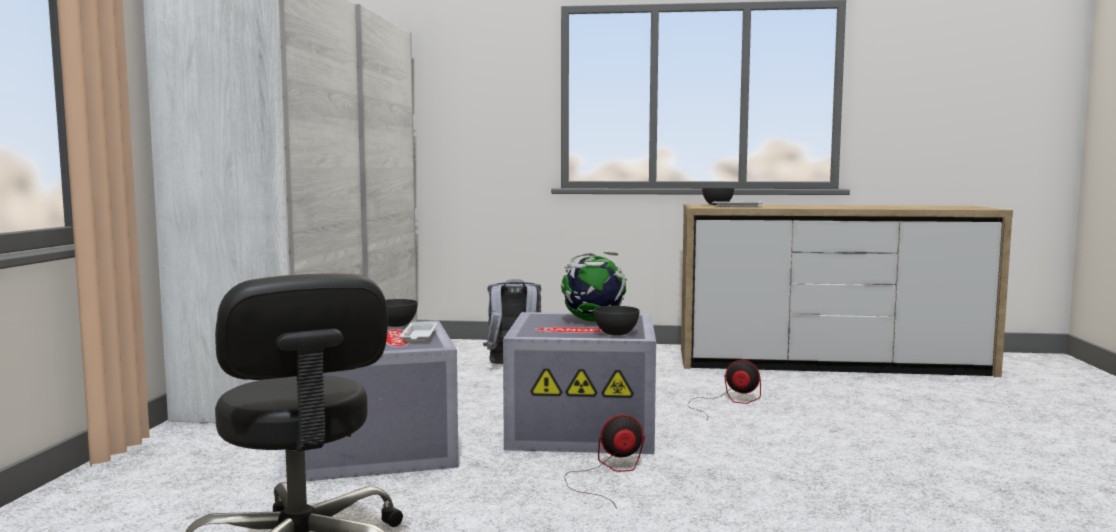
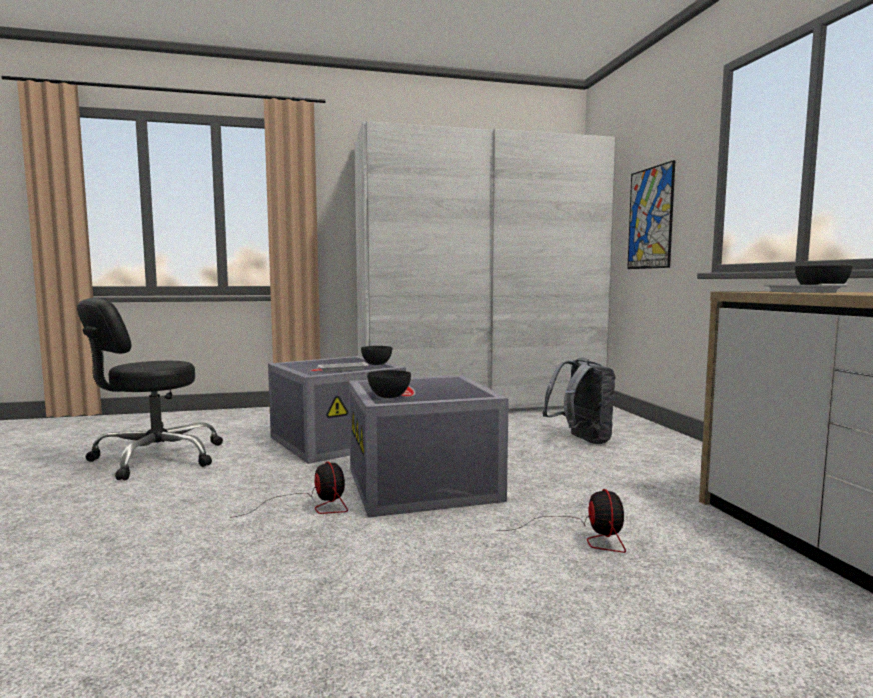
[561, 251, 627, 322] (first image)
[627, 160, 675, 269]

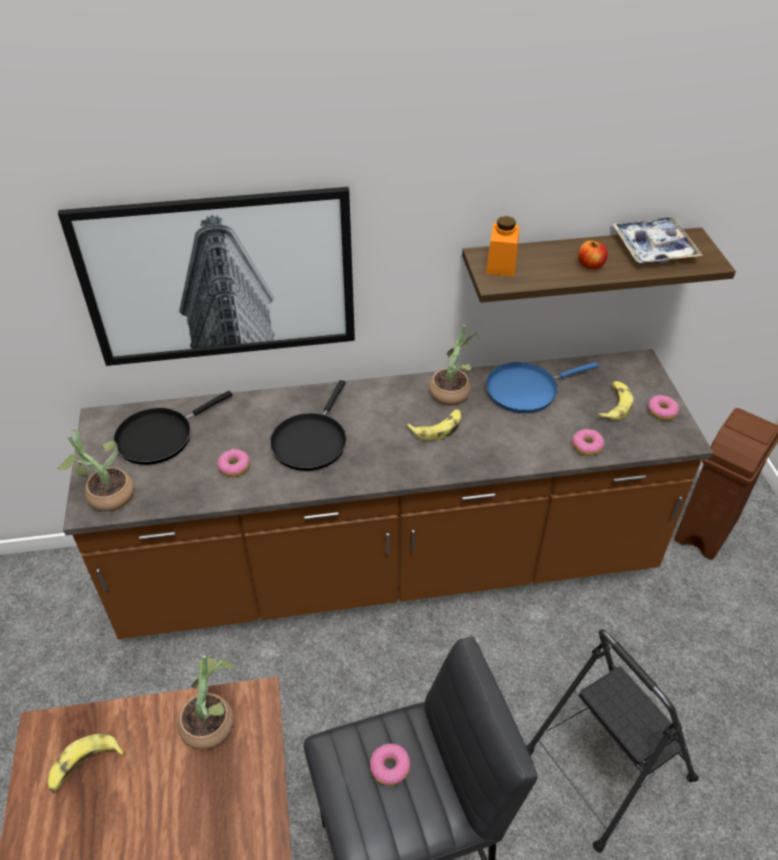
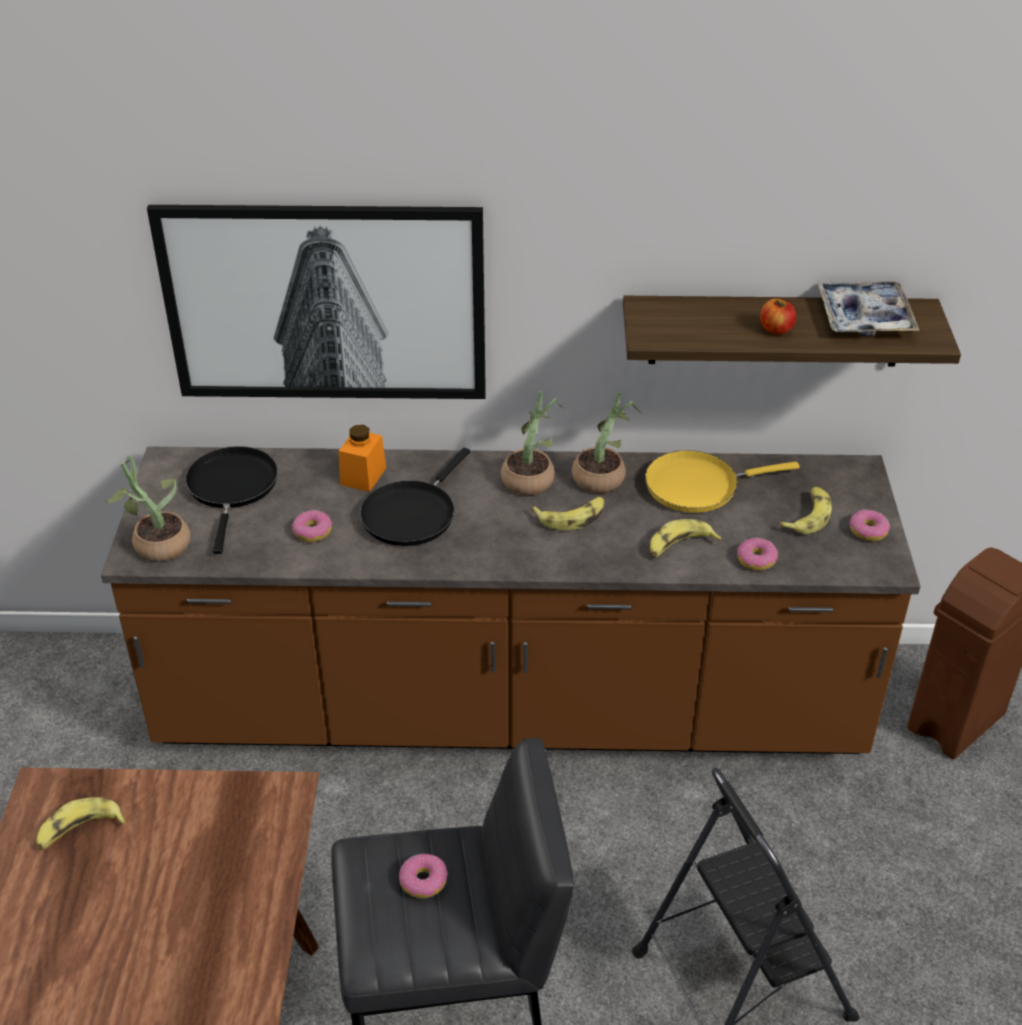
[185, 446, 278, 554]
[501, 391, 565, 495]
[339, 425, 386, 492]
[645, 450, 800, 513]
[650, 519, 722, 558]

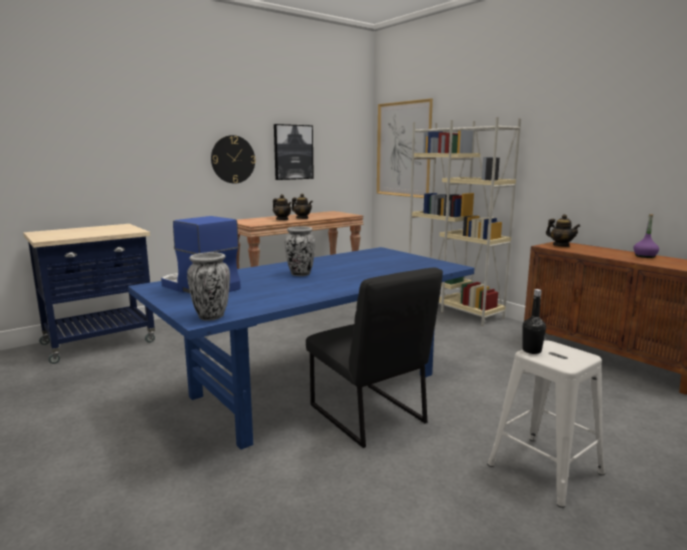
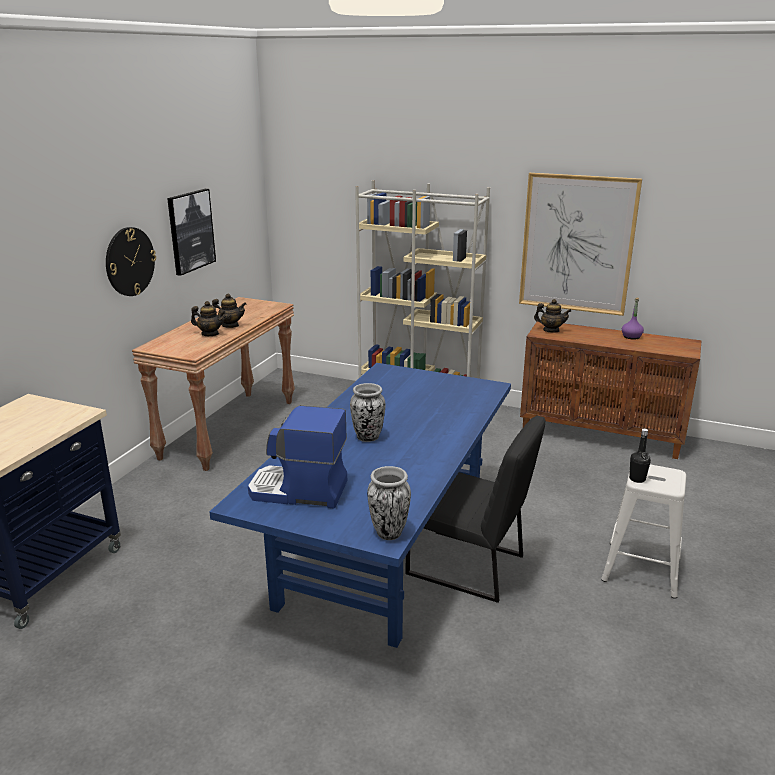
[519, 173, 642, 316]

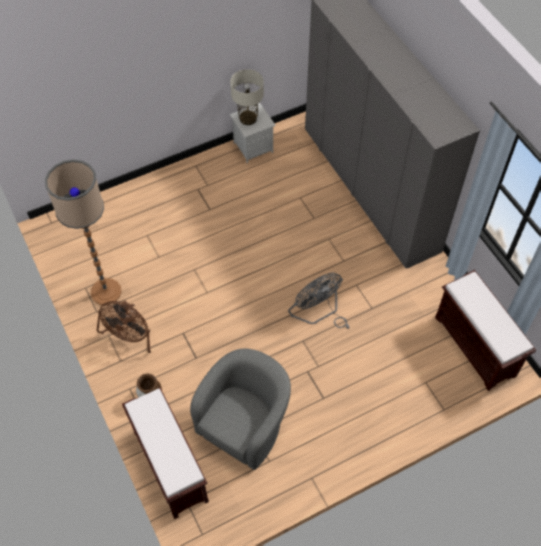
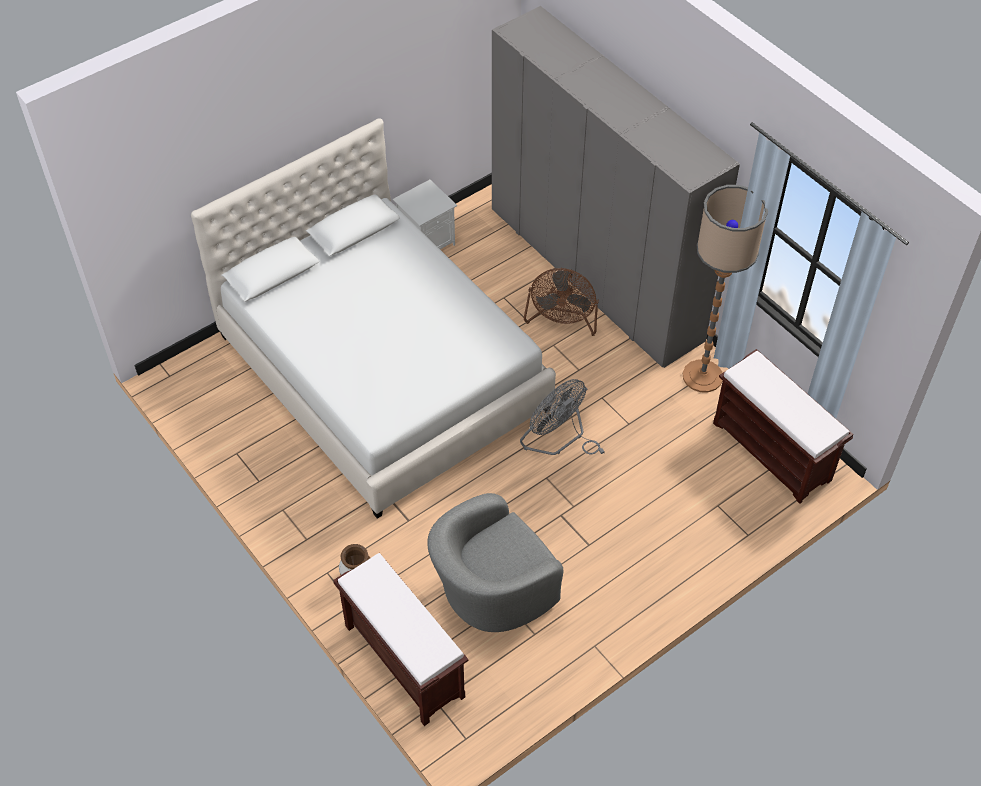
[683, 185, 768, 392]
[524, 268, 599, 336]
[427, 493, 563, 632]
[230, 69, 264, 125] (first image)
[191, 118, 556, 519]

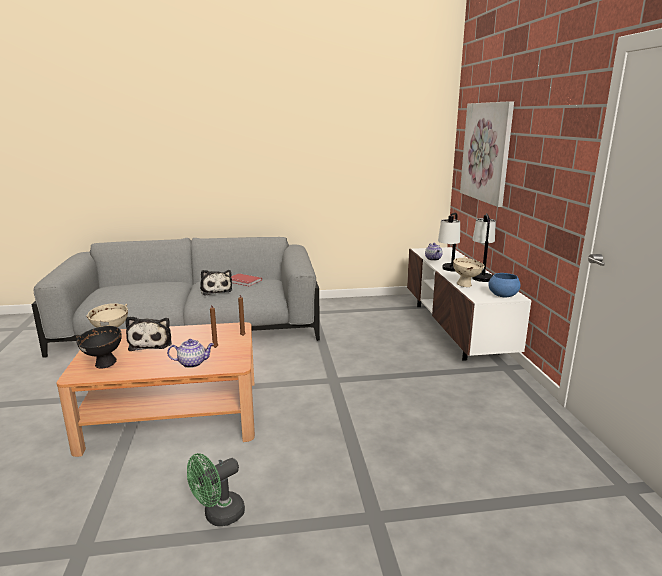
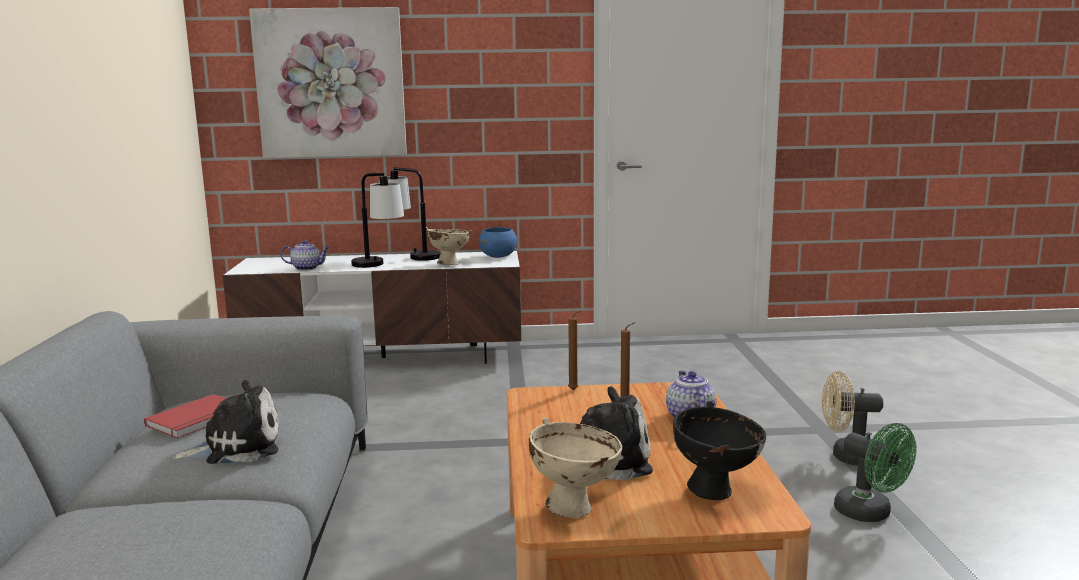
[822, 371, 883, 466]

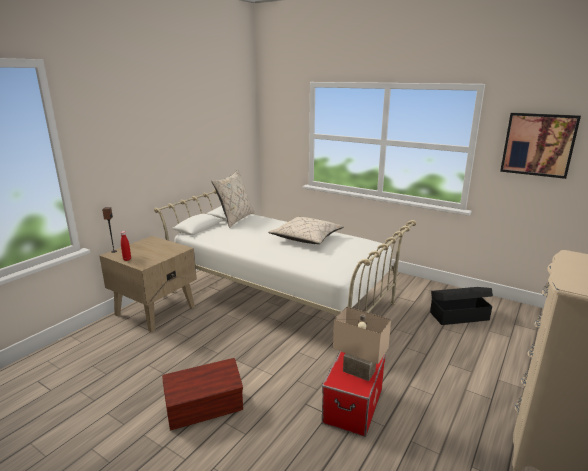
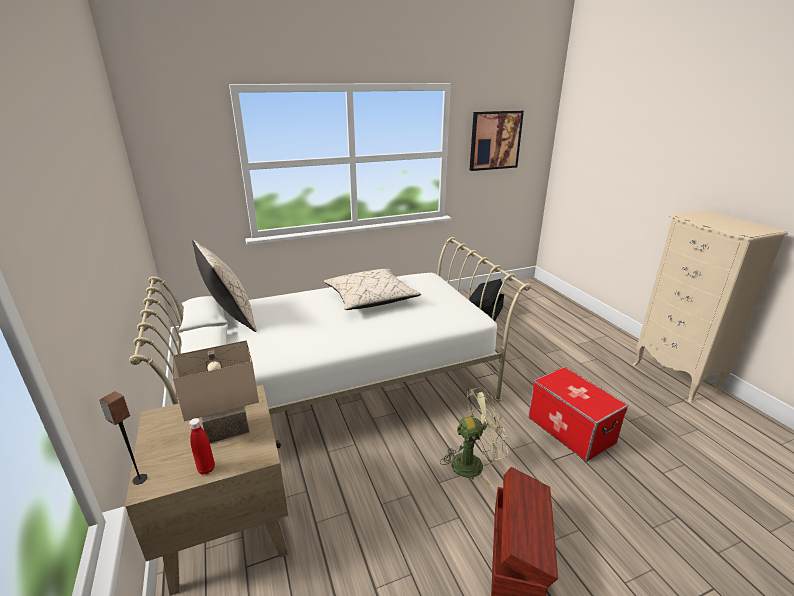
[173, 340, 259, 443]
[440, 387, 508, 486]

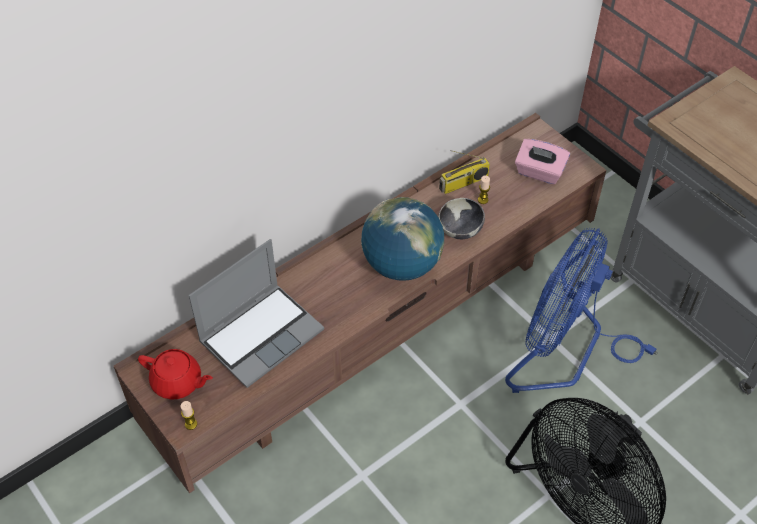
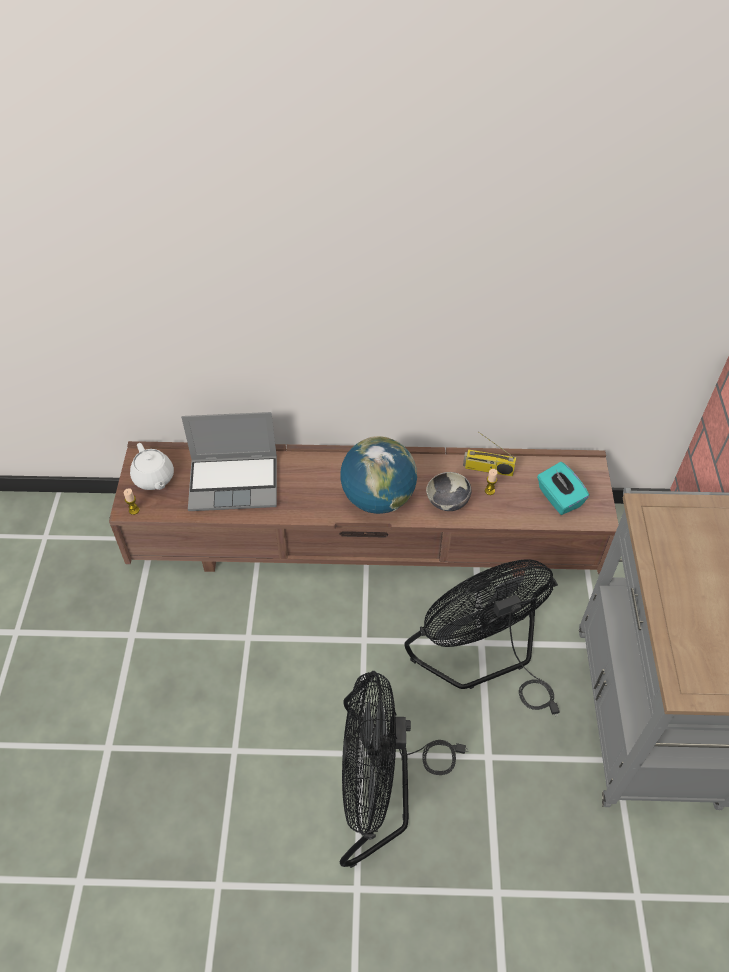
[130, 443, 174, 490]
[404, 559, 560, 716]
[537, 462, 589, 515]

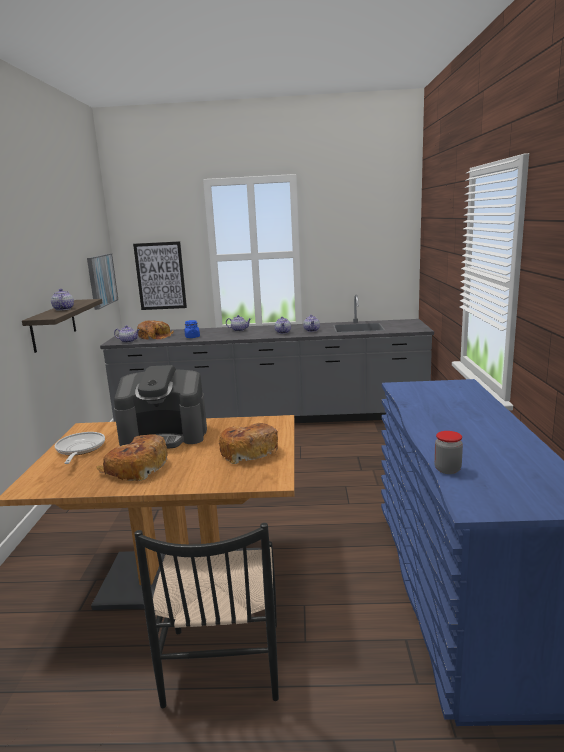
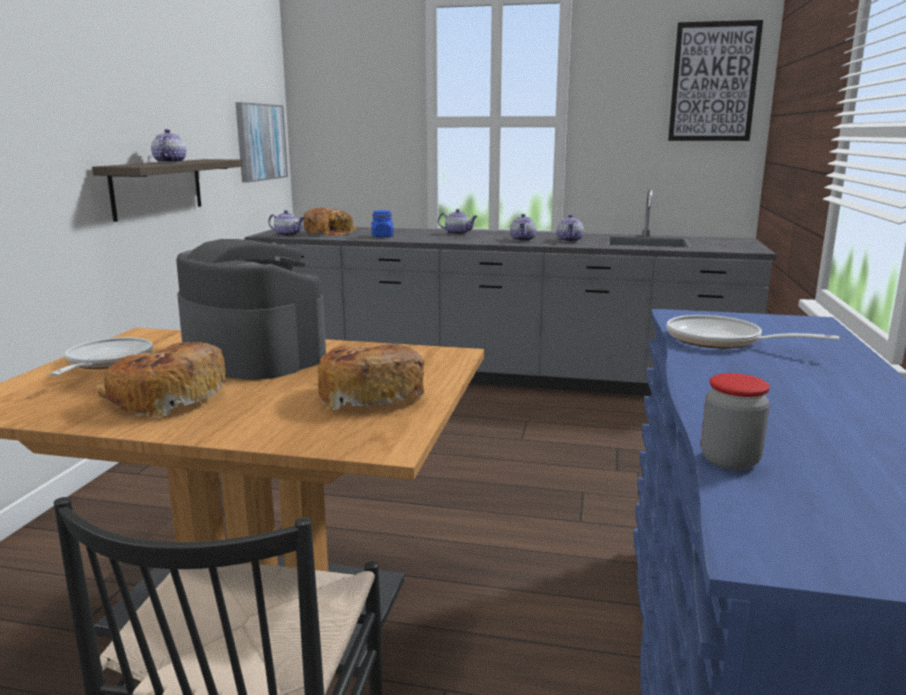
[176, 239, 326, 380]
[668, 20, 763, 141]
[666, 315, 839, 349]

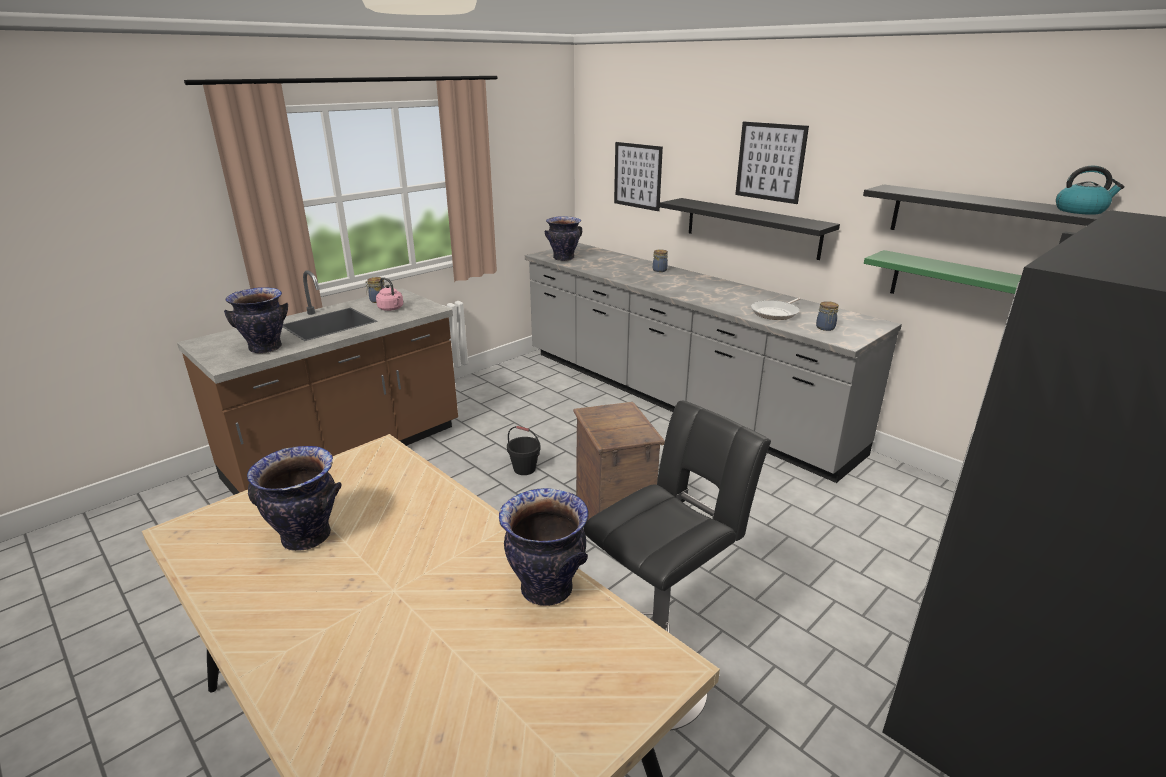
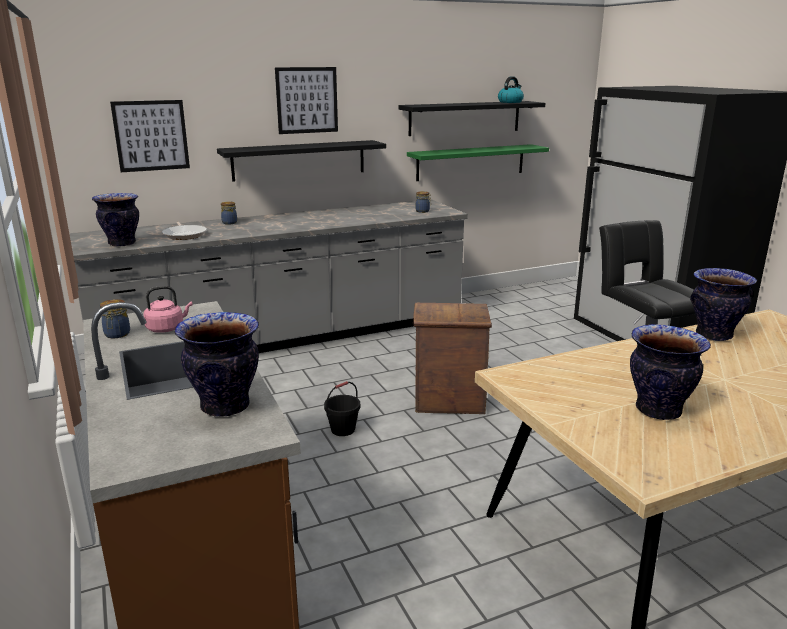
[162, 221, 207, 240]

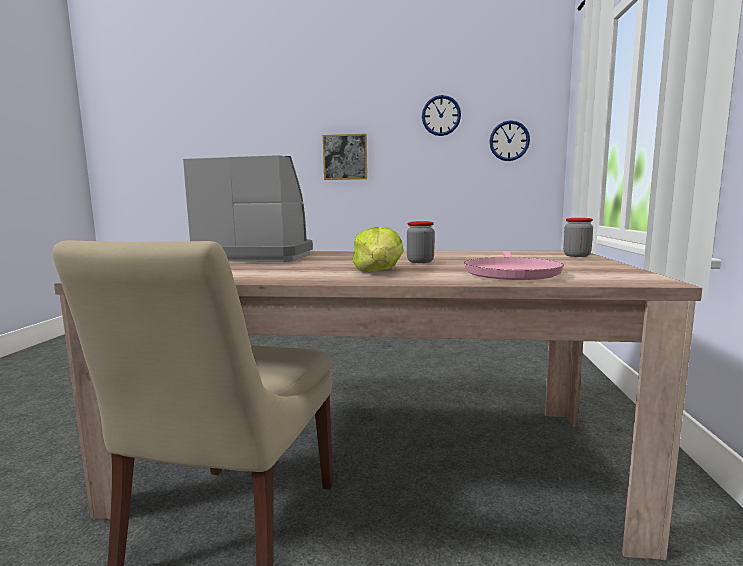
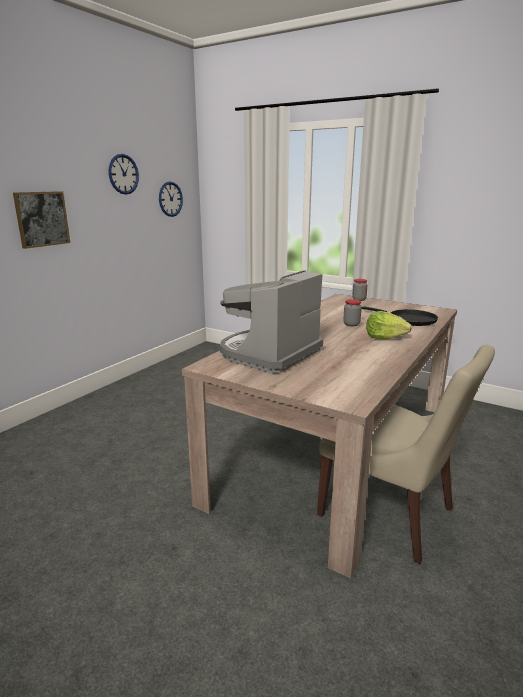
[362, 306, 438, 326]

